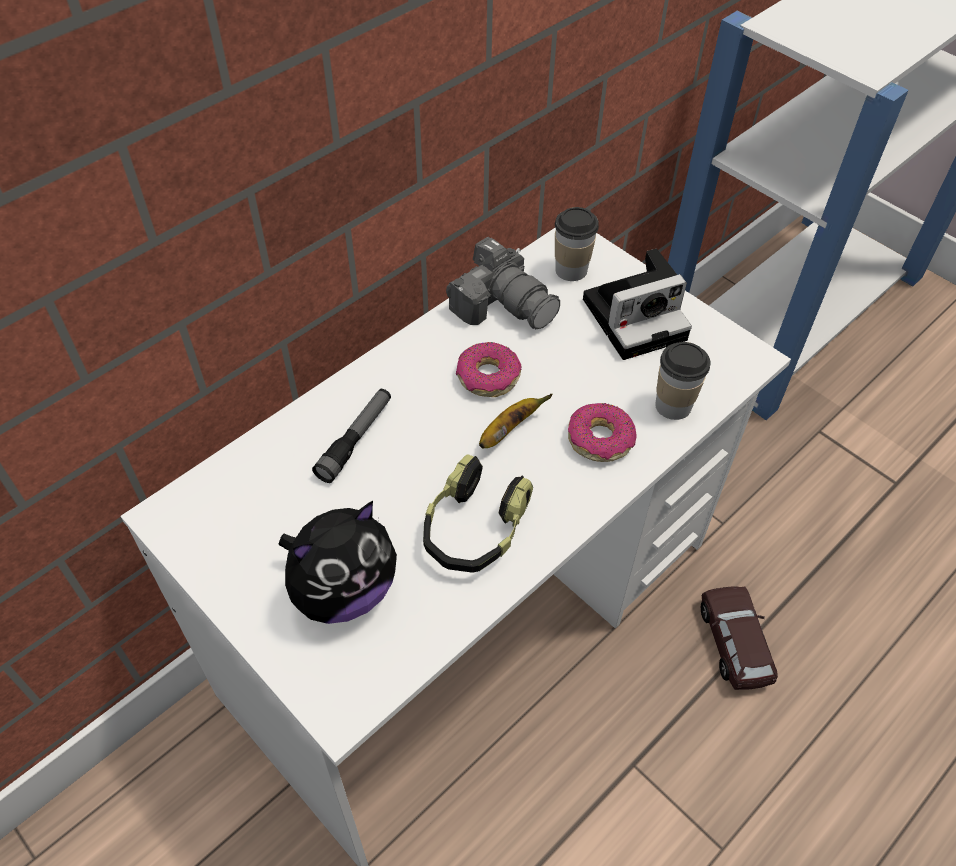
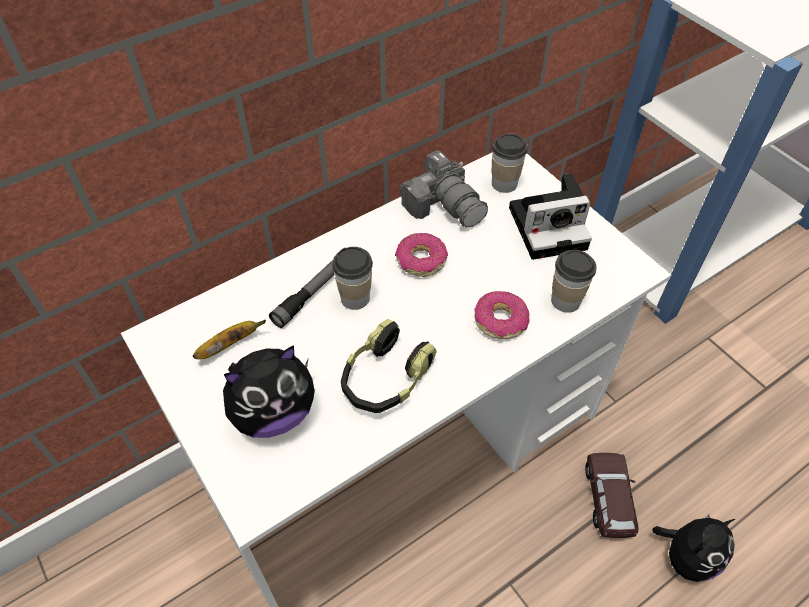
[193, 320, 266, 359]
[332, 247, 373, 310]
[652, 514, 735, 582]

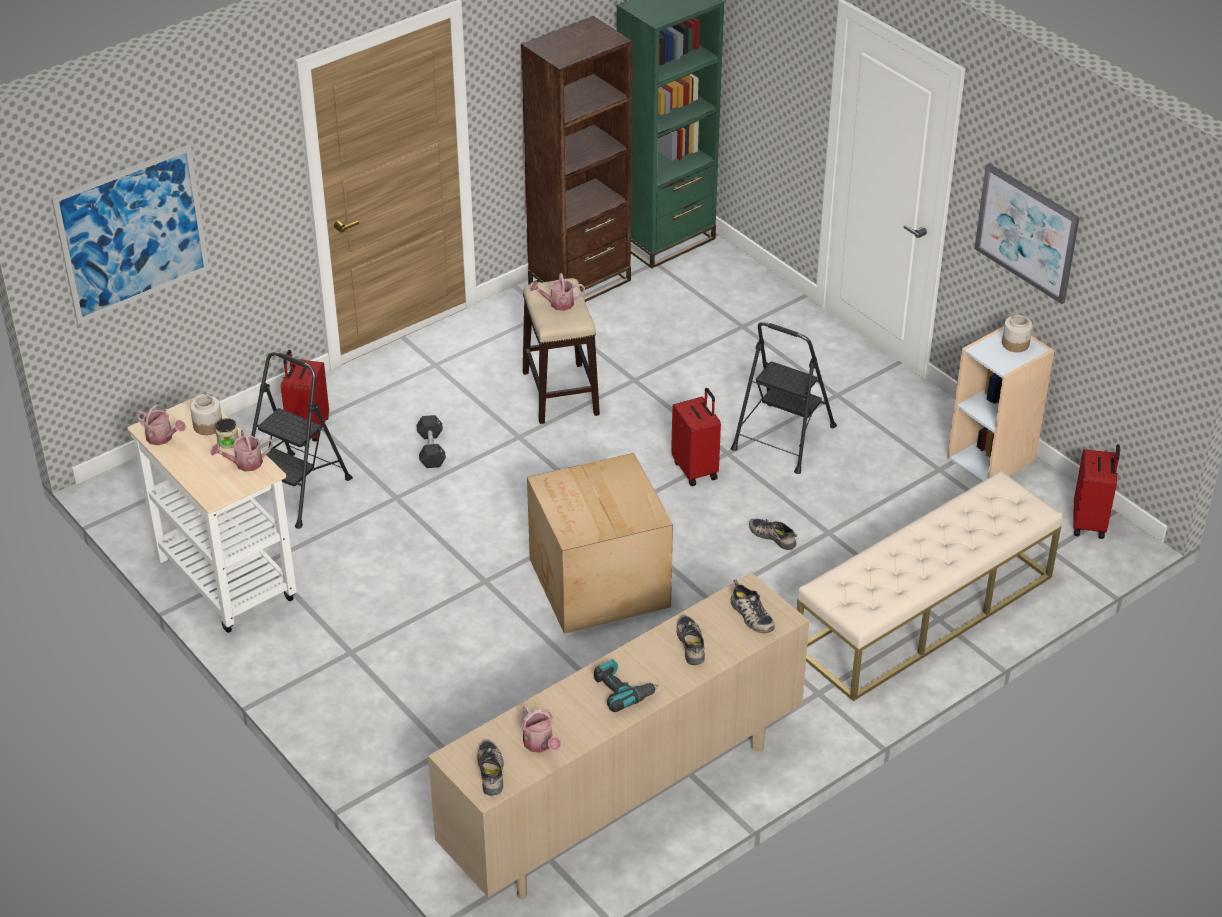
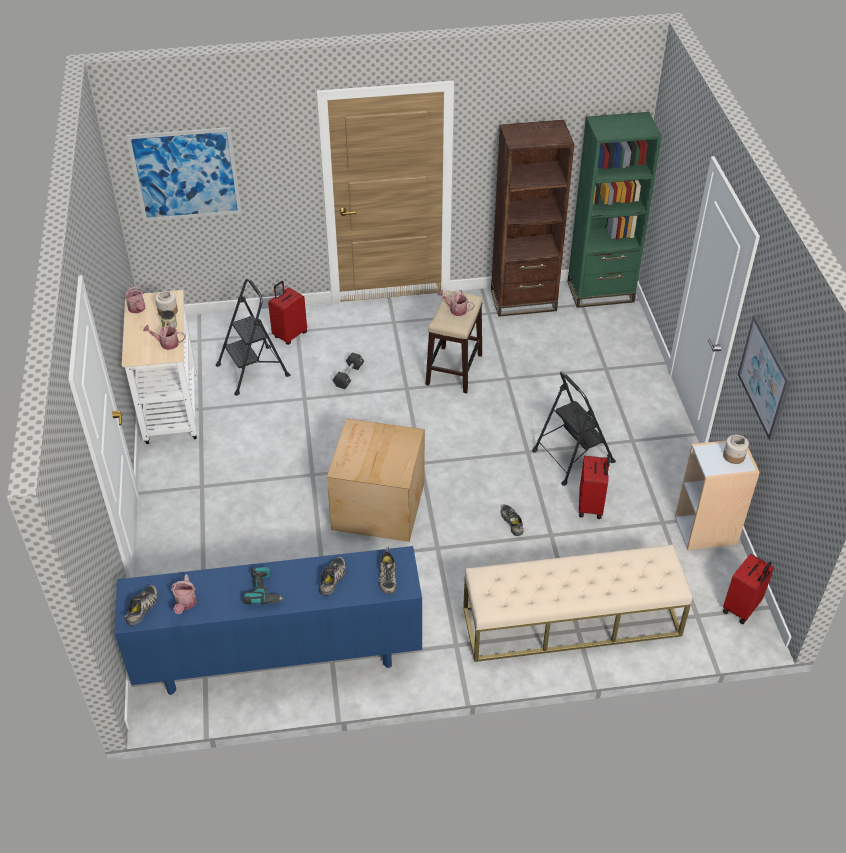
[115, 546, 422, 695]
[579, 454, 610, 519]

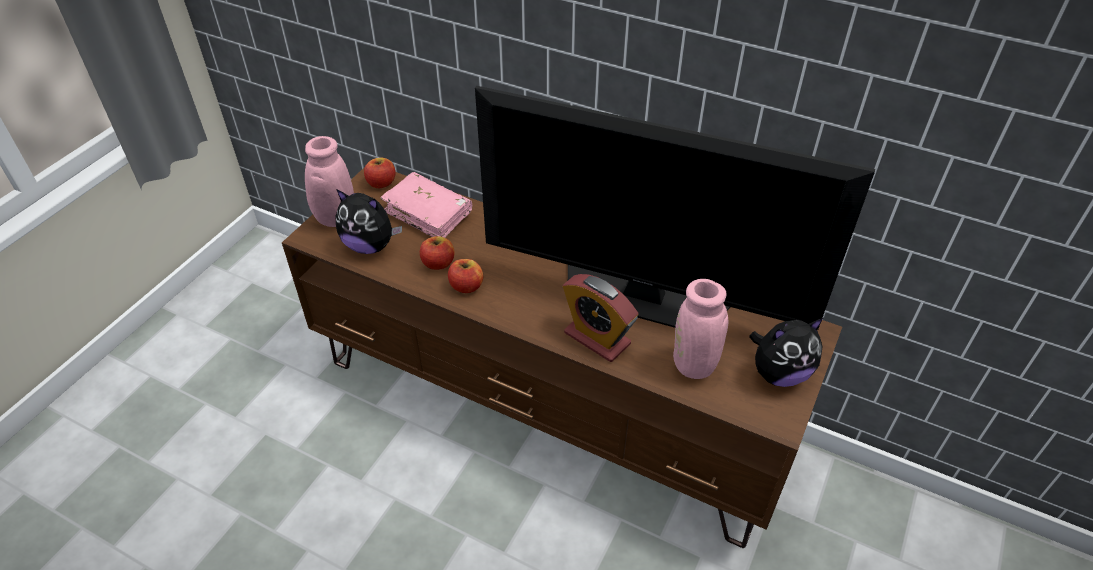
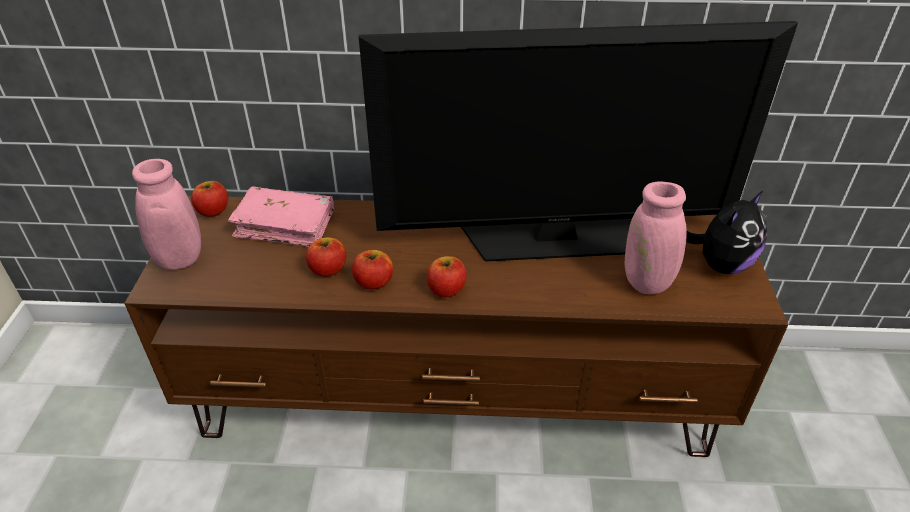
[335, 189, 402, 254] (first image)
[563, 274, 638, 362] (first image)
[427, 256, 467, 297]

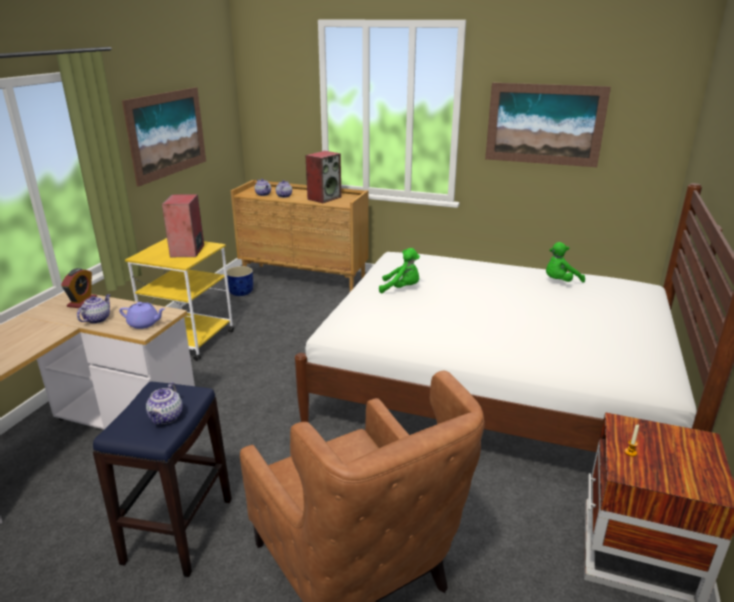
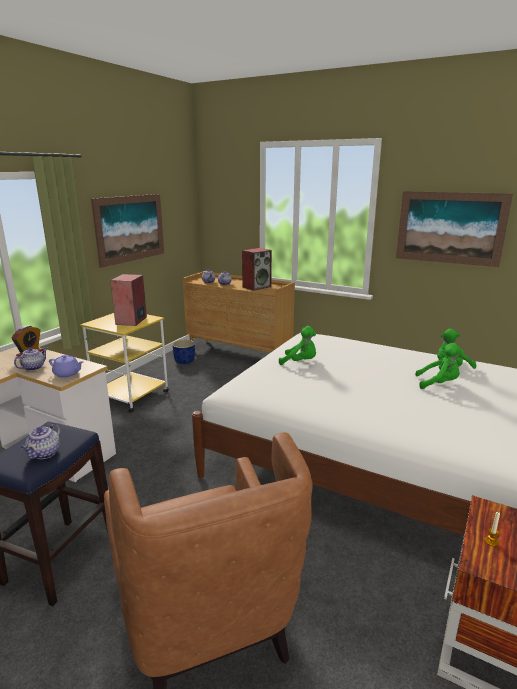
[415, 343, 464, 389]

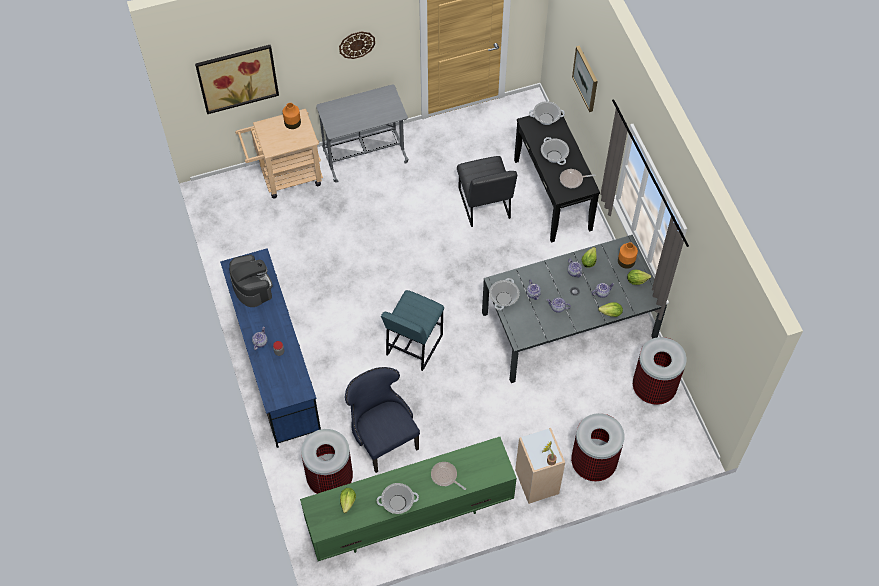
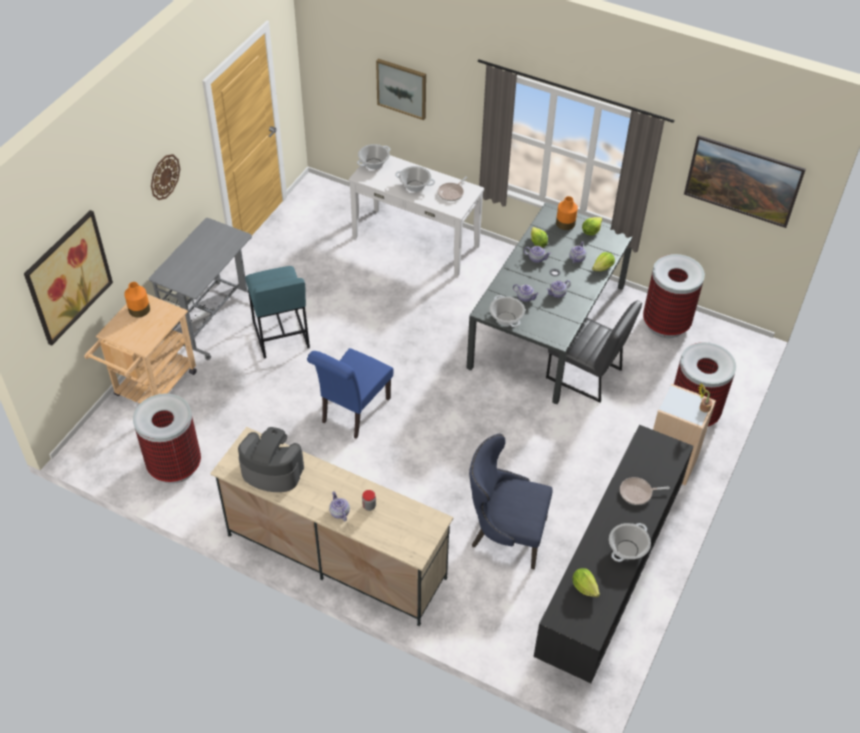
[210, 427, 453, 626]
[534, 425, 694, 683]
[133, 394, 201, 484]
[245, 266, 310, 359]
[546, 300, 642, 402]
[349, 155, 484, 276]
[307, 348, 394, 439]
[684, 135, 806, 228]

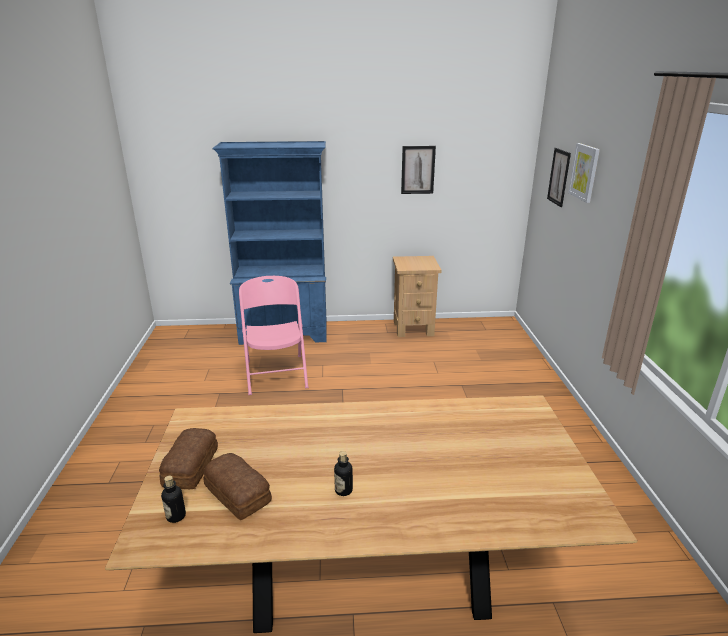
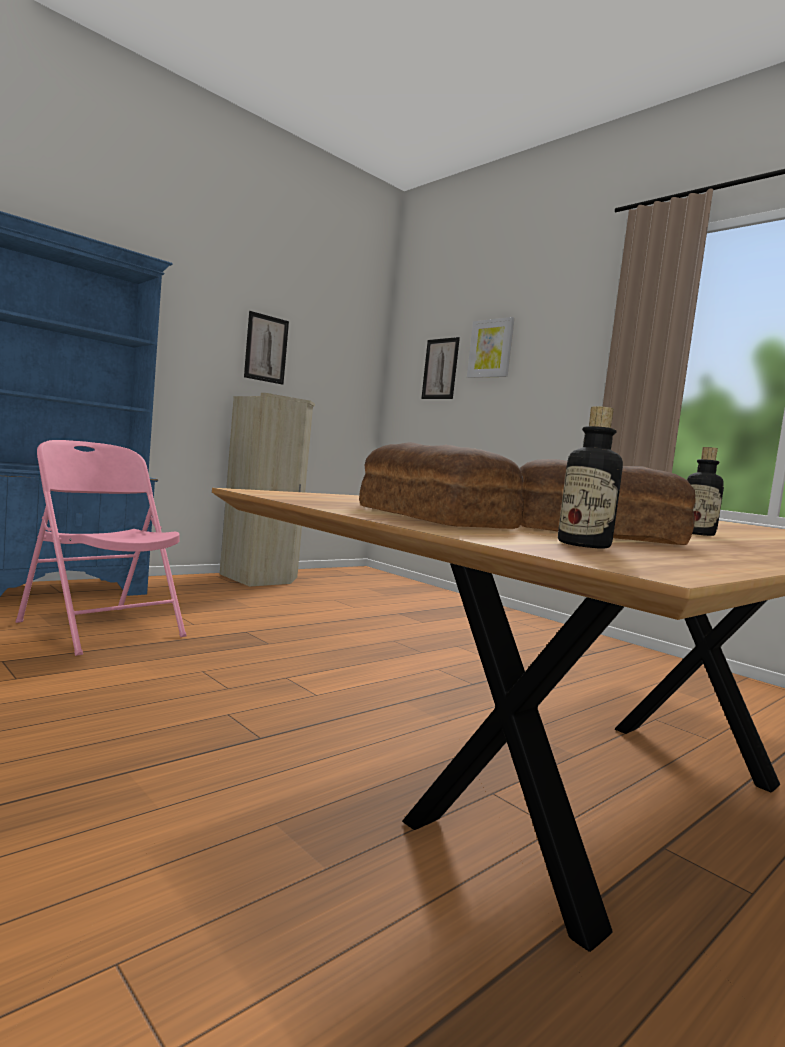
[220, 393, 315, 587]

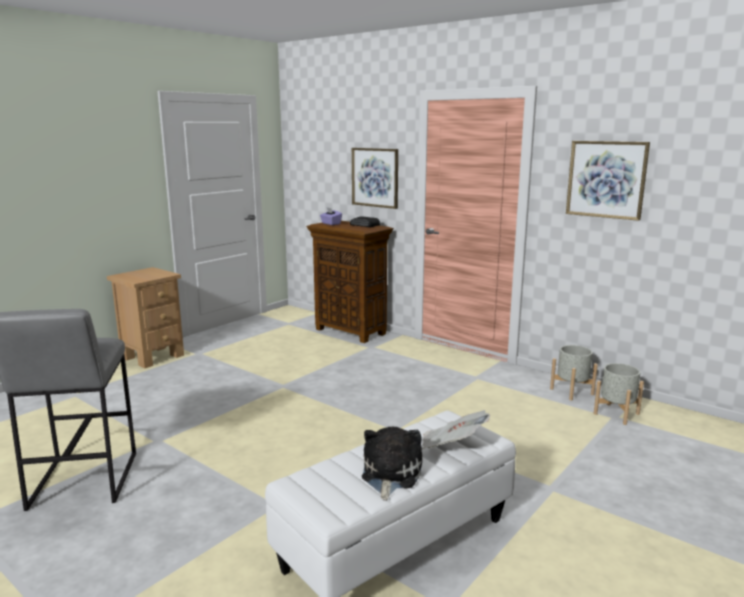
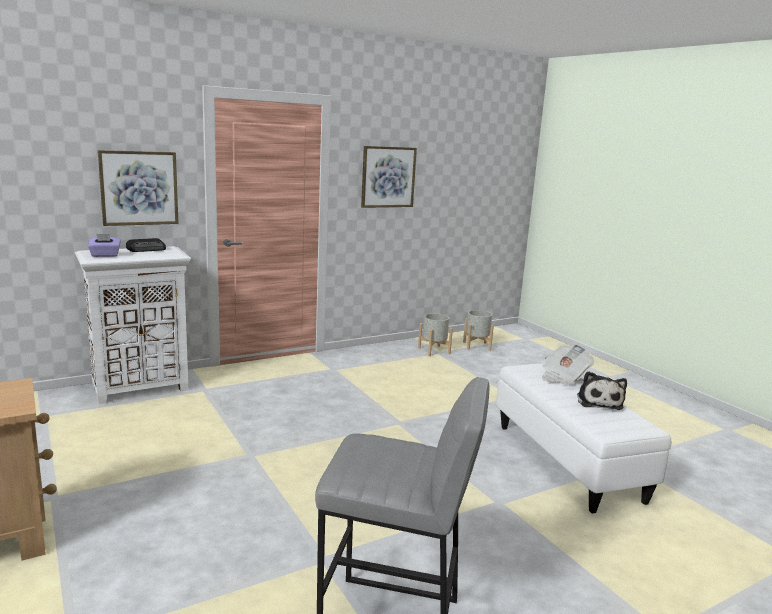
[75, 246, 191, 404]
[577, 371, 627, 410]
[463, 310, 494, 351]

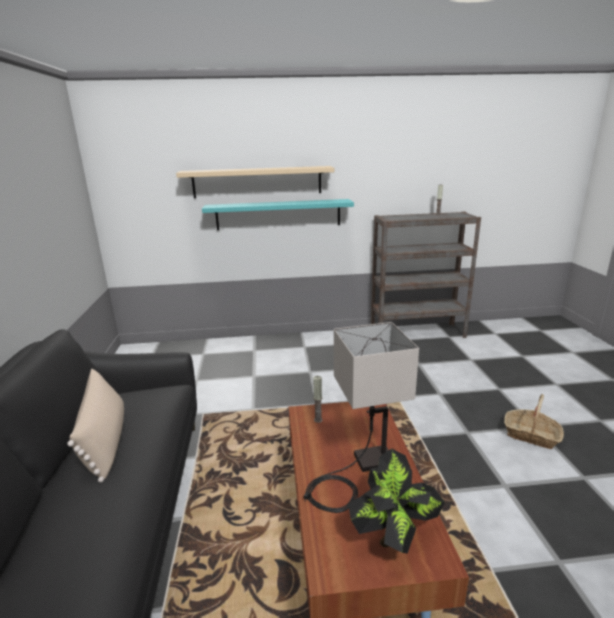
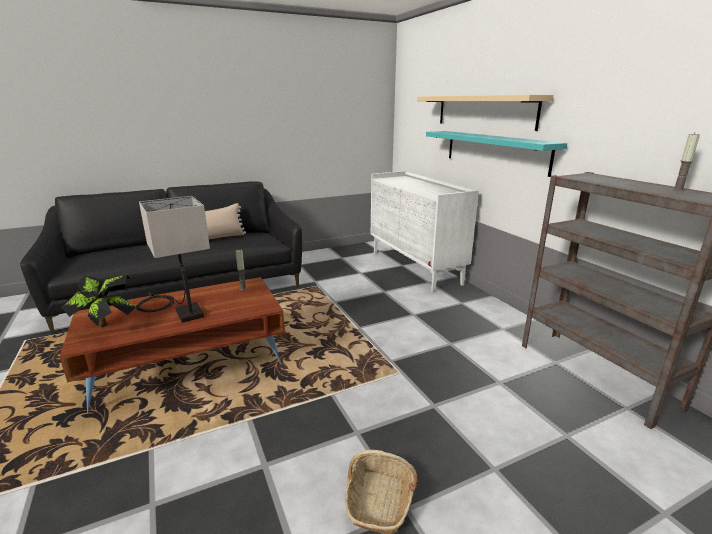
[371, 171, 479, 292]

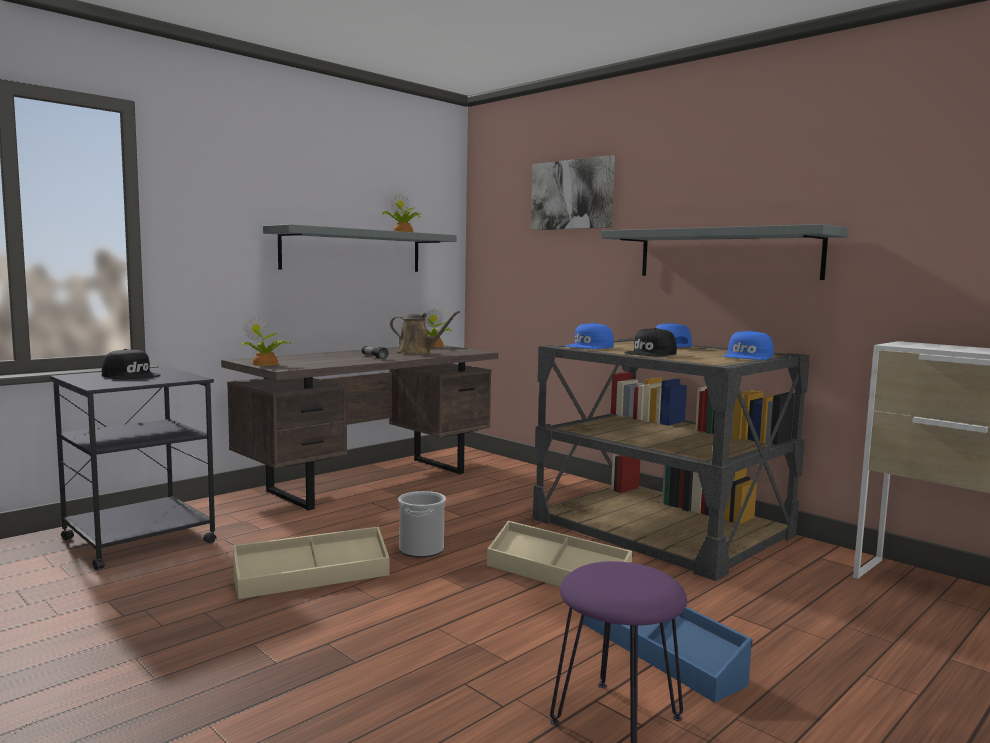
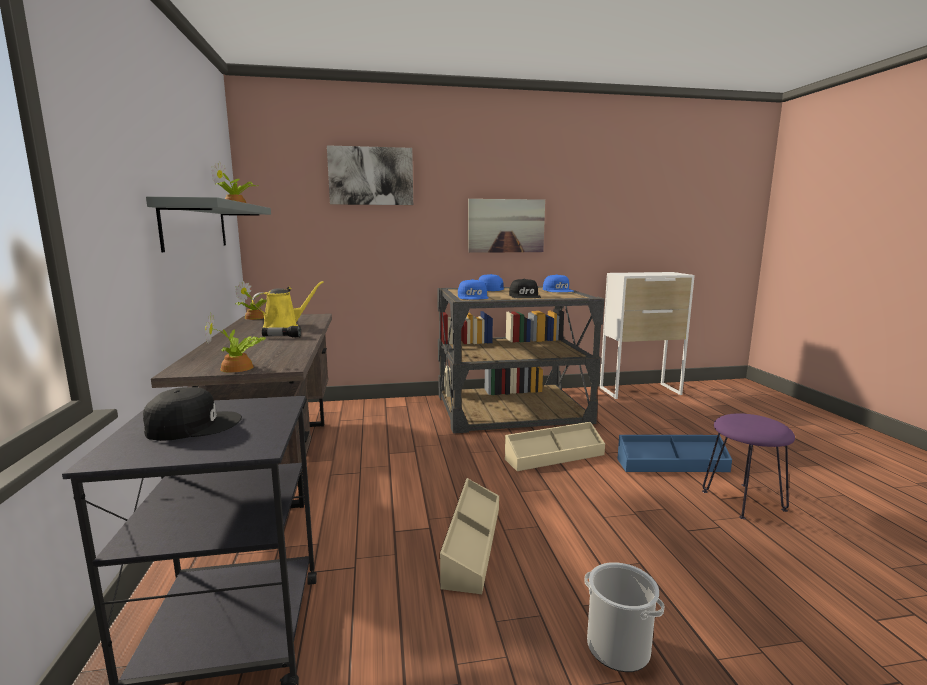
[252, 281, 324, 328]
[584, 562, 664, 672]
[468, 199, 545, 253]

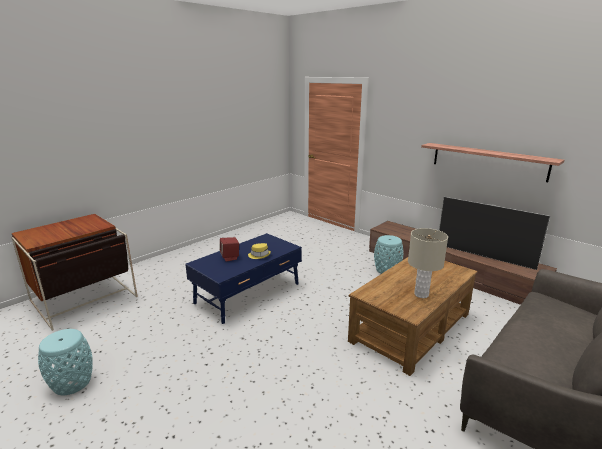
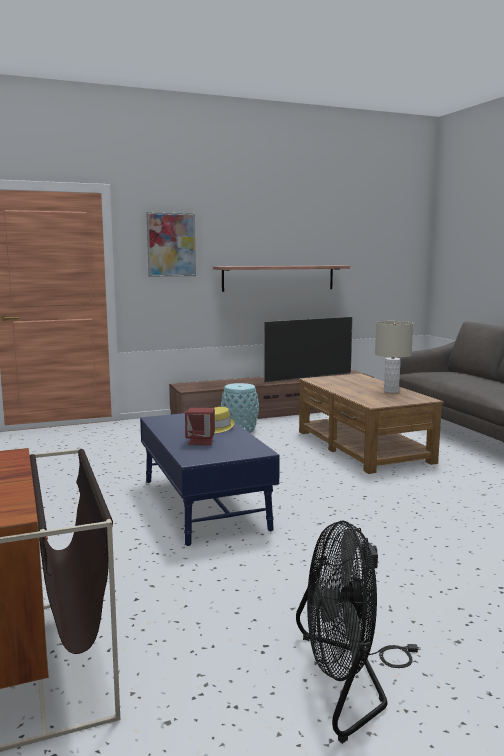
[296, 521, 421, 744]
[146, 212, 196, 277]

